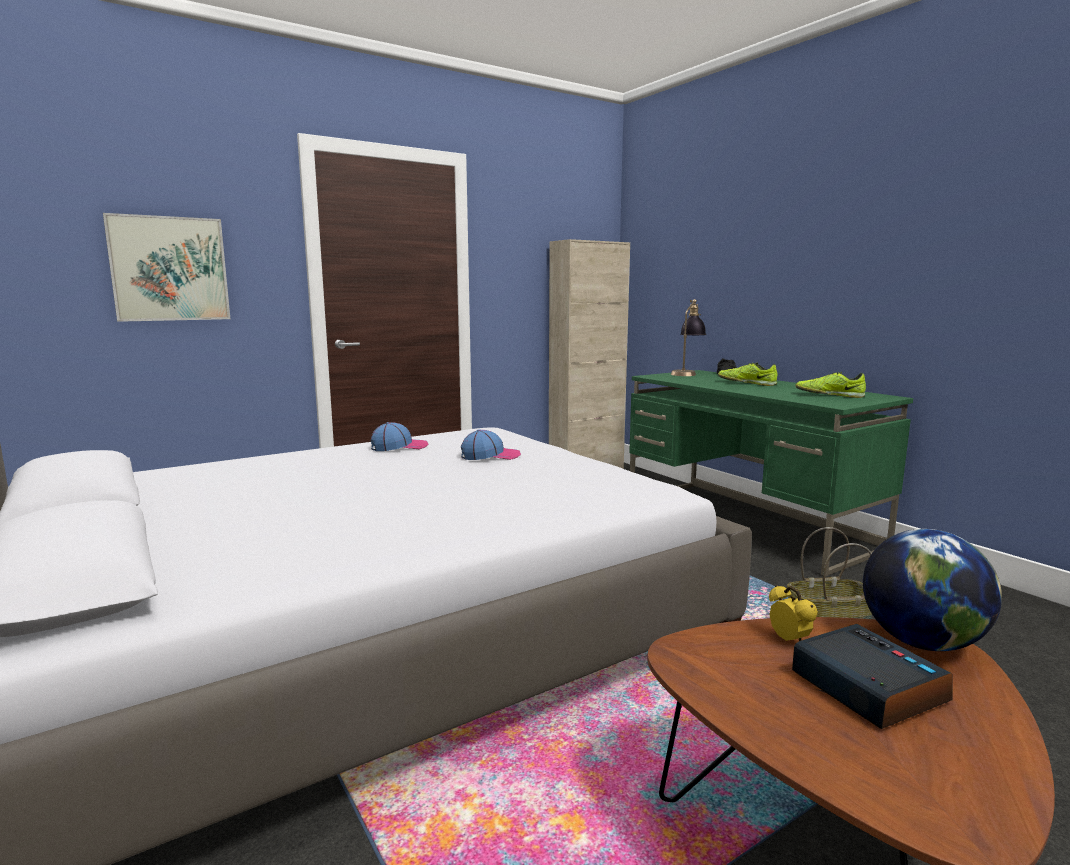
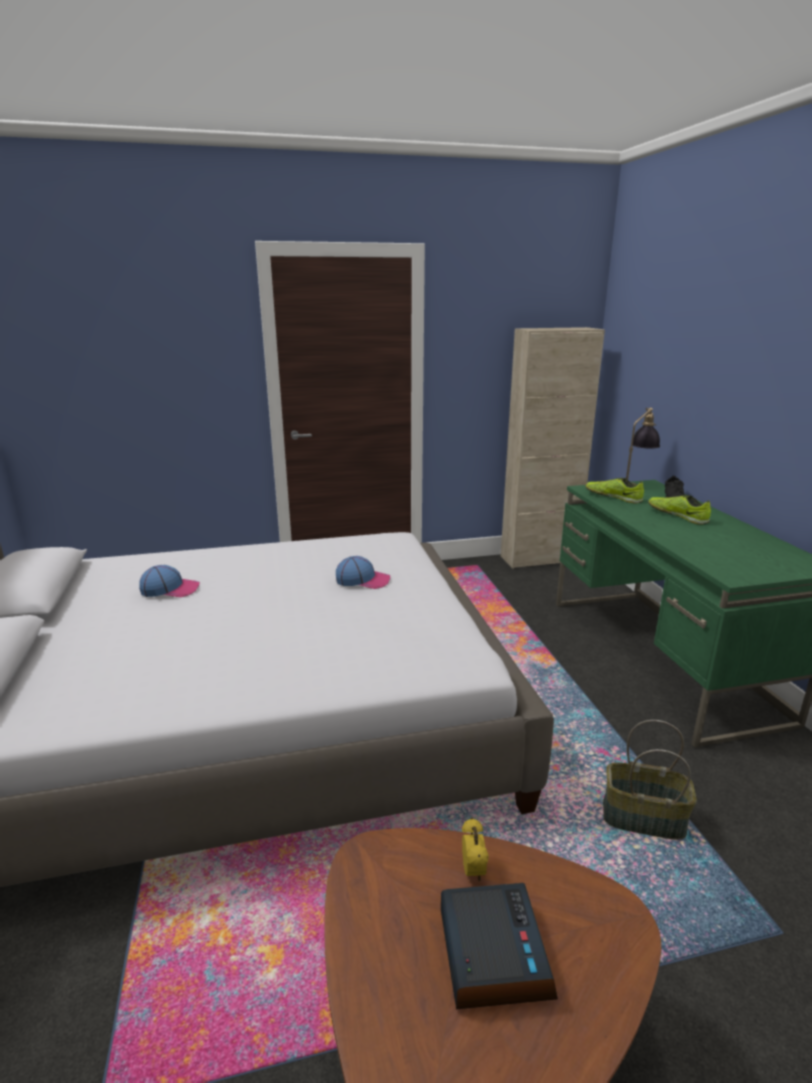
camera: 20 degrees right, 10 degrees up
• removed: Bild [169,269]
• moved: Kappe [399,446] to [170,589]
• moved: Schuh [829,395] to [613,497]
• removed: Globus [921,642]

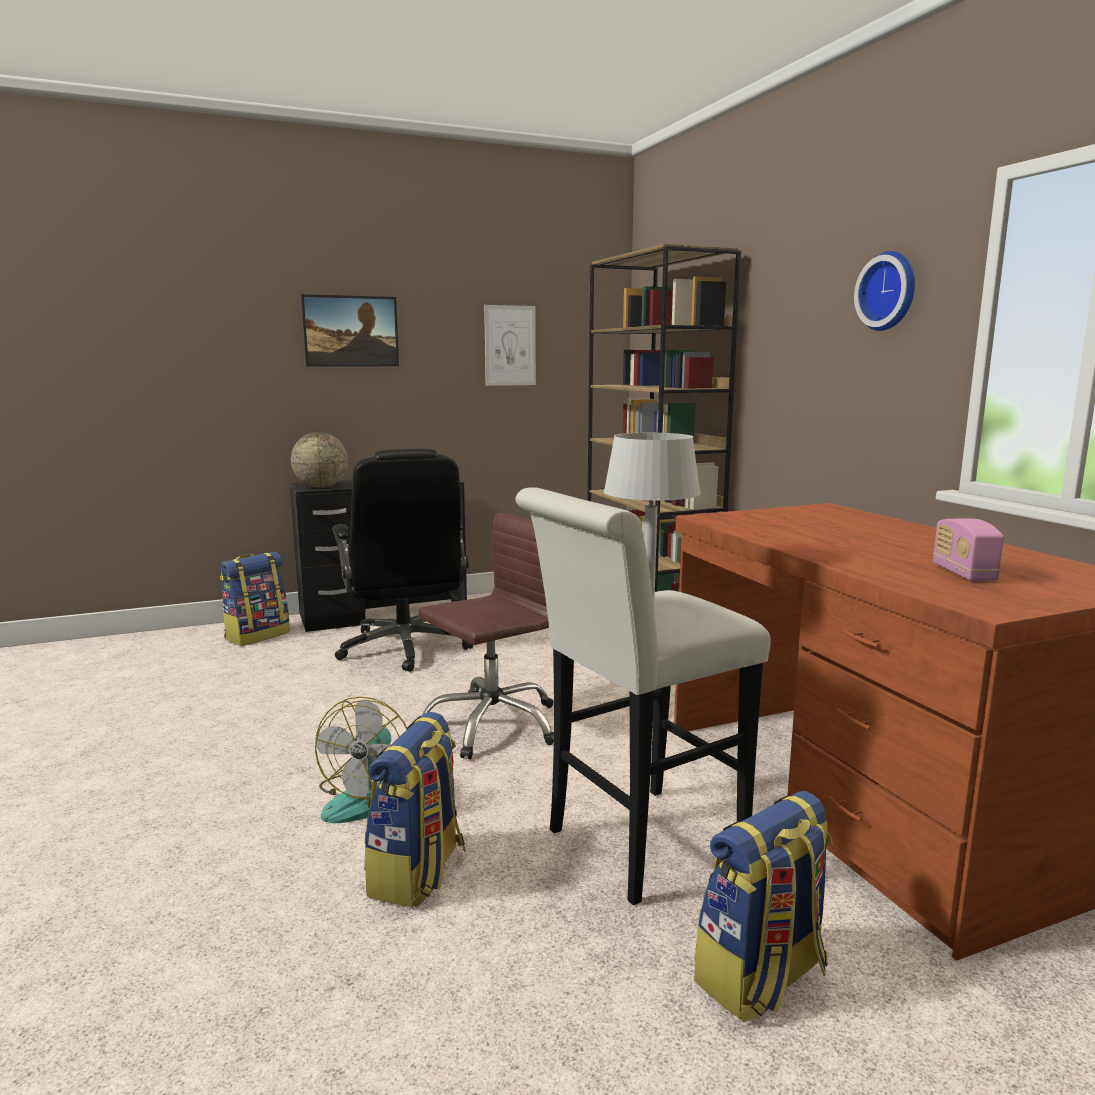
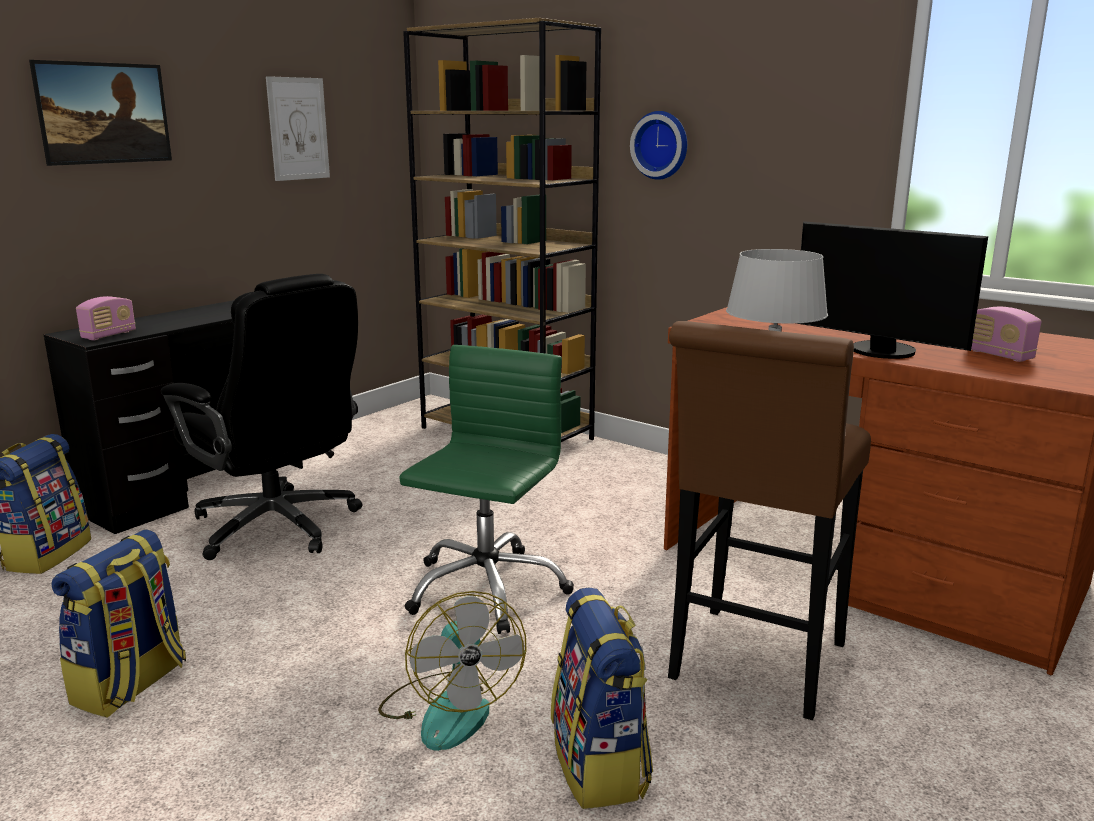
camera: 30 degrees left, 5 degrees up
• replaced: Globus [321,487] to Radio [109,335]
• recoloured: Bürostuhl (braun) [492,724] to Bürostuhl (grün) [486,589]
• recoloured: Hocker (weiß) [634,846] to Hocker (braun) [753,668]
• moved: Rucksack [761,978] to [131,685]
• moved: Wanduhr [889,291] to [661,145]
• added: Monitor [880,352]

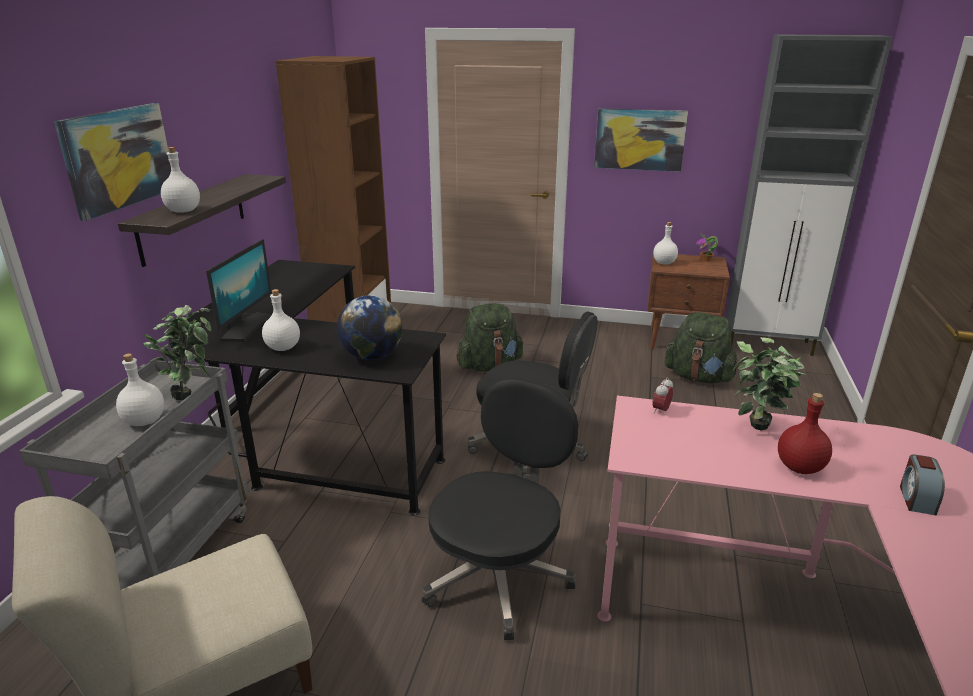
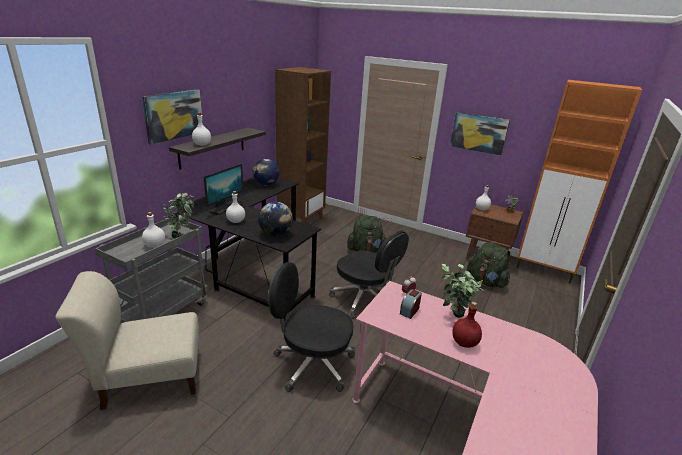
camera: 15 degrees right, 0 degrees up
• turned: Bürostuhl (schwarz) [499,575] = [312,364] 120 degrees counterclockwise
• recoloured: Schrank (grau) [769,345] to Schrank (orange) [544,271]
• moved: Wecker [916,499] to [409,311]
• added: Globus [266,184]

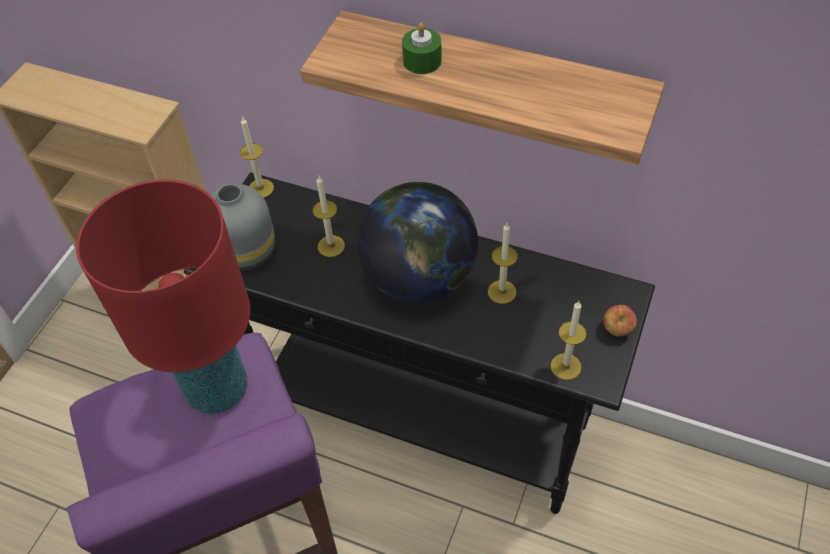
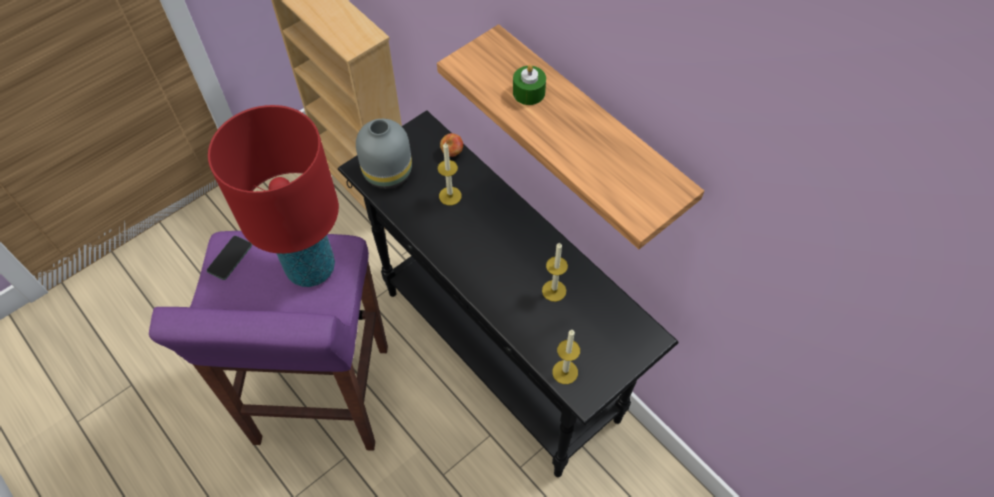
camera: 25 degrees right, 5 degrees up
• removed: Kerze [261,188]
• removed: Globus [419,277]
• moved: Apfel [617,329] to [452,152]
• added: Handy [230,258]

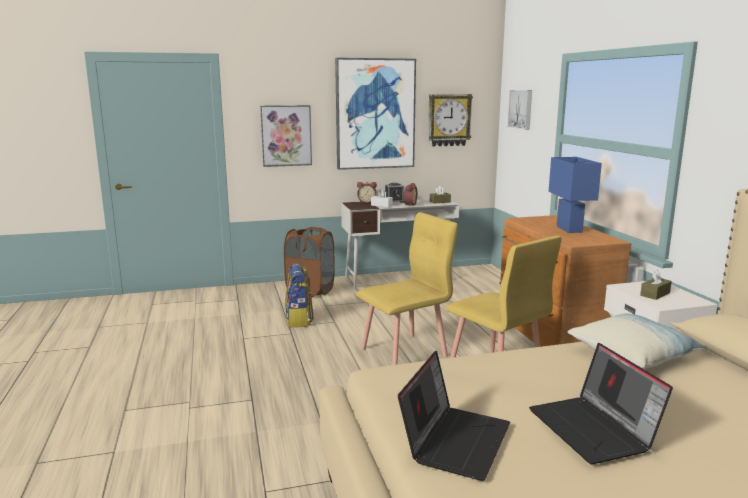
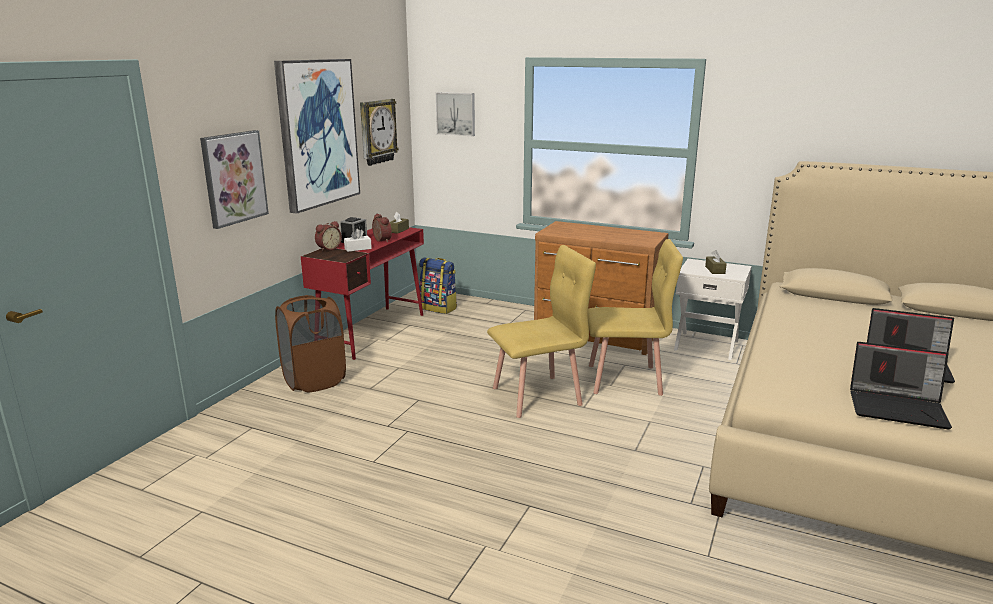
camera: 50 degrees left, 5 degrees up
• moved: Rucksack [299,320] to [439,308]
• recoloured: Schreibtisch (weiß) [399,278] to Schreibtisch (rot) [372,331]
• turned: Stuhl (gelb) [405,352] = [537,396] 60 degrees clockwise
• turned: Laptop [455,440] = [898,407] 135 degrees clockwise
• removed: Tischlampe (blau) [569,229]
• removed: Kissen [633,355]

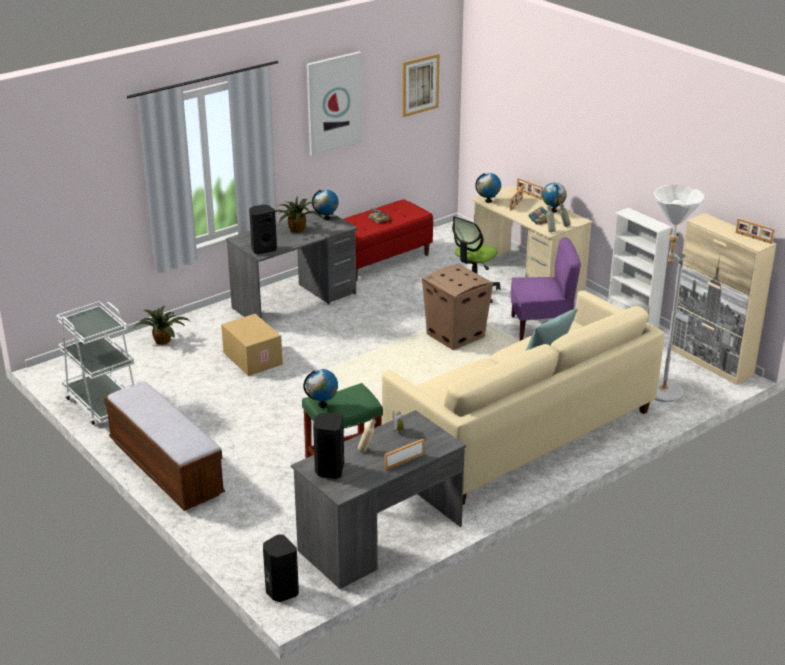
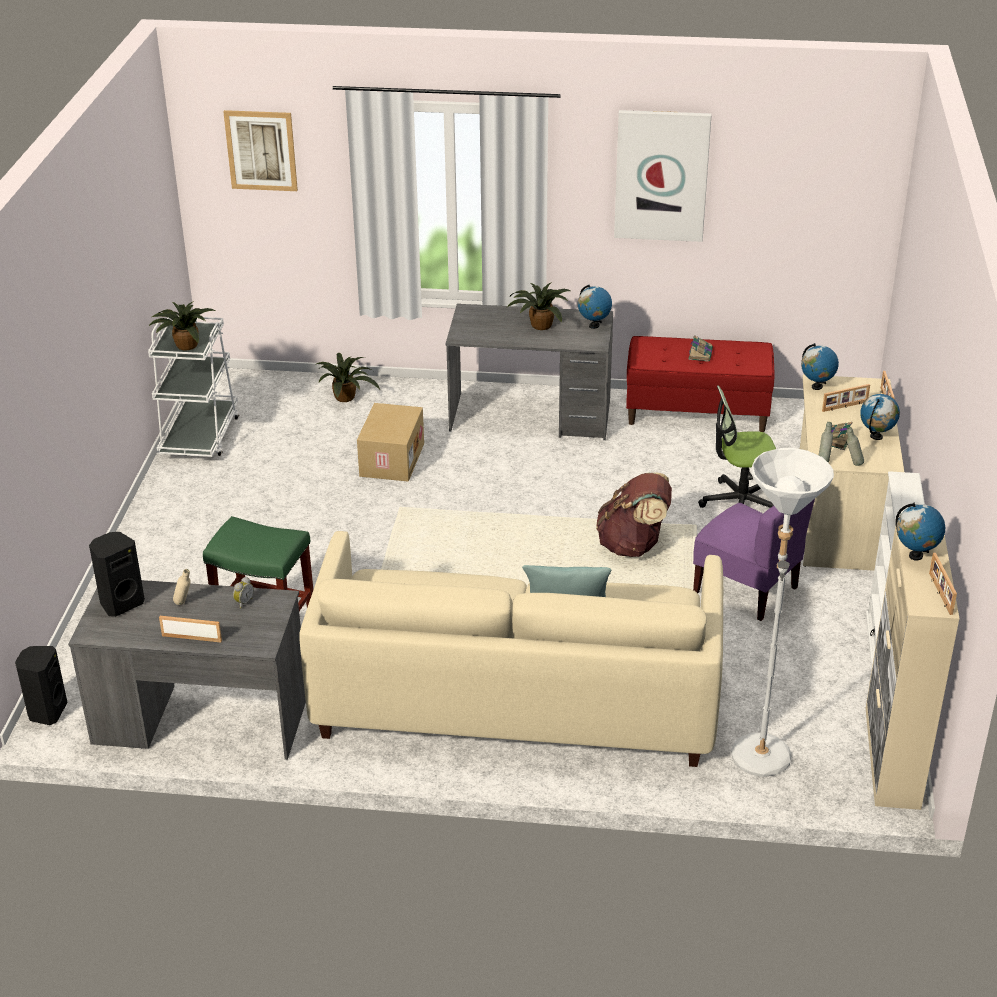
camera: 45 degrees right, 5 degrees up
• removed: Bank [165,468]
• removed: Lautsprecher (schwarz) [263,249]
• moved: Globus [322,405] to [915,556]
• moved: Bild [420,85] to [261,150]
• replaced: Karton [456,335] to Rucksack (braun) [633,545]
• added: Topfpflanze [185,345]

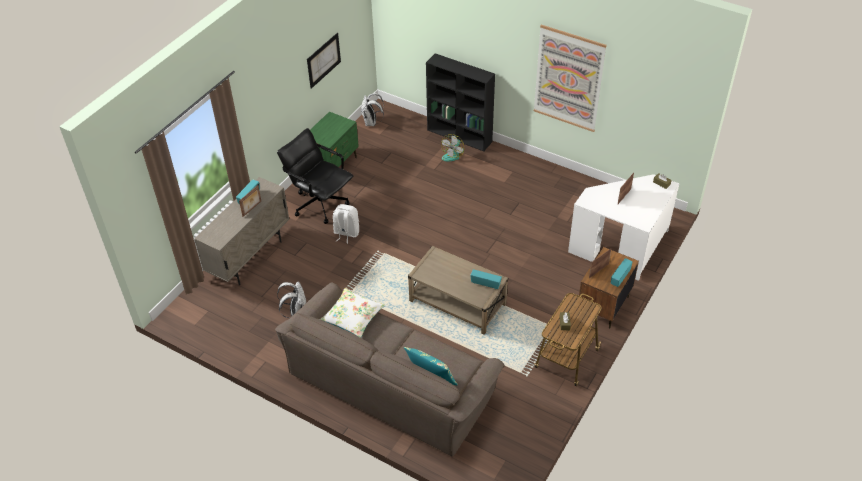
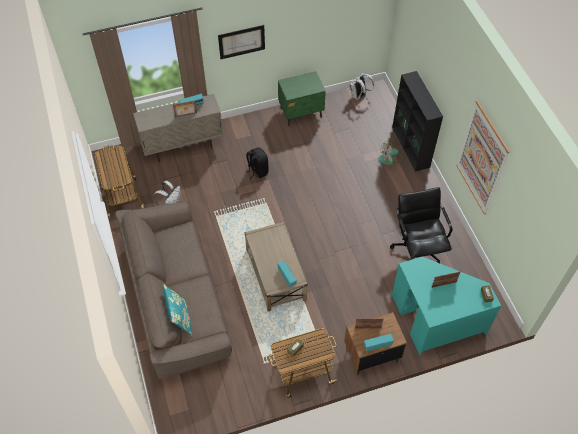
camera: 40 degrees right, 10 degrees up
• moved: Bürostuhl (schwarz) [320,204] to [417,249]
• moved: Bild [323,60] to [241,42]
• removed: Kissen (weiß) [353,317]
• recoloured: Rucksack (weiß) [346,233] to Rucksack (schwarz) [257,170]
• recoloured: Schreibtisch (weiß) [622,247] to Schreibtisch (türkis) [436,320]
• added: Rollwagen [122,196]

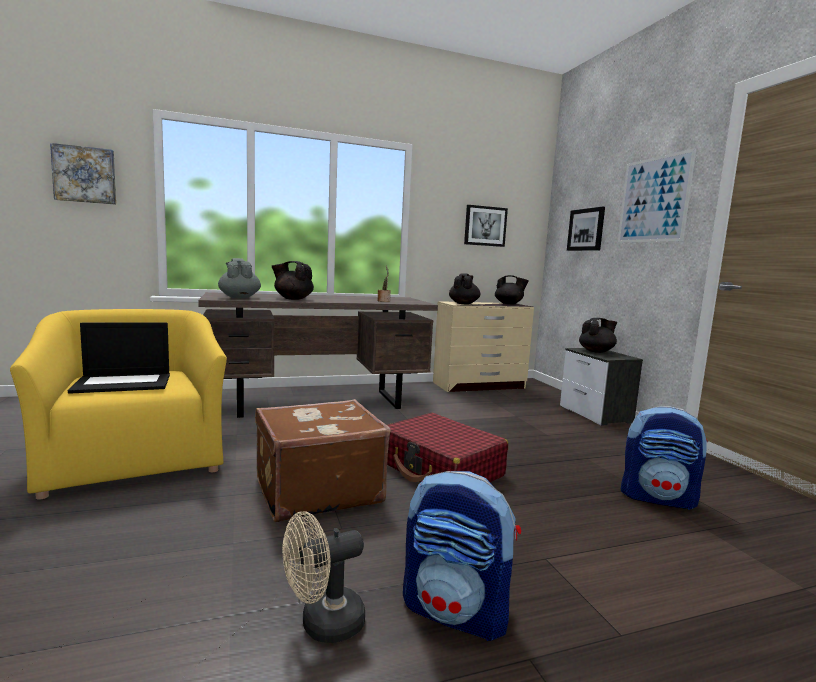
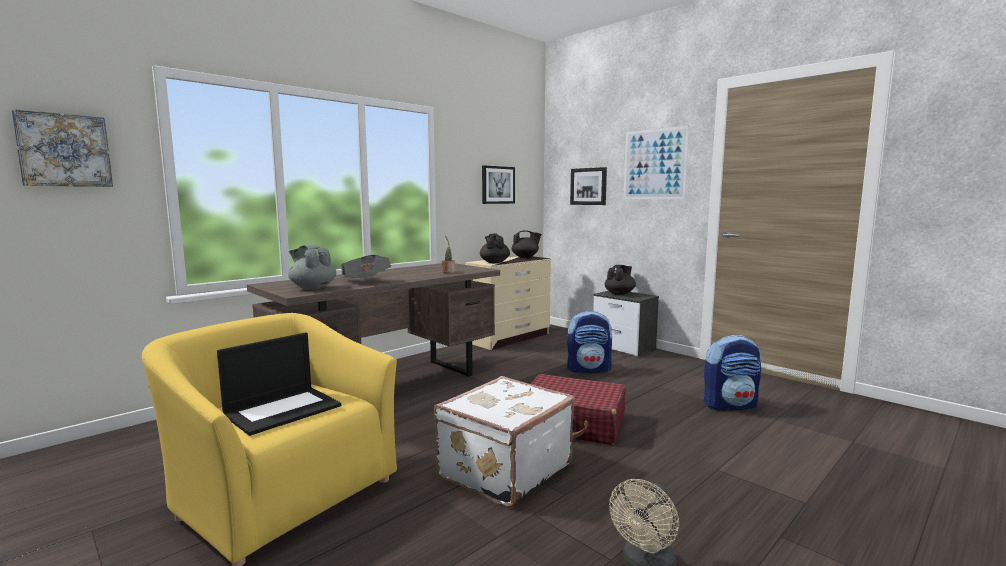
camera: 25 degrees left, 0 degrees up
• recoloured: Koffer (braun) [316,490] to Koffer (weiß) [502,469]
• replaced: Teekanne (schwarz) [293,299] to Zeitung [366,281]
• moved: Rucksack [456,611] to [589,369]

